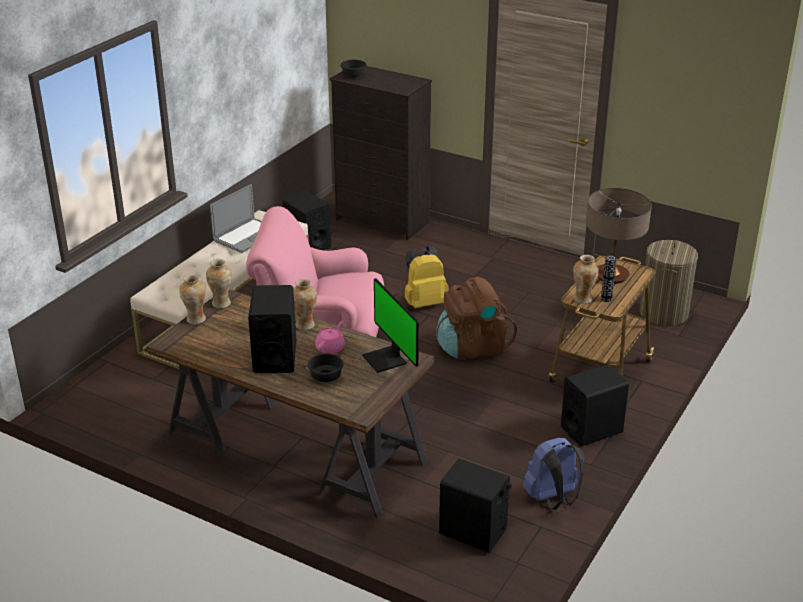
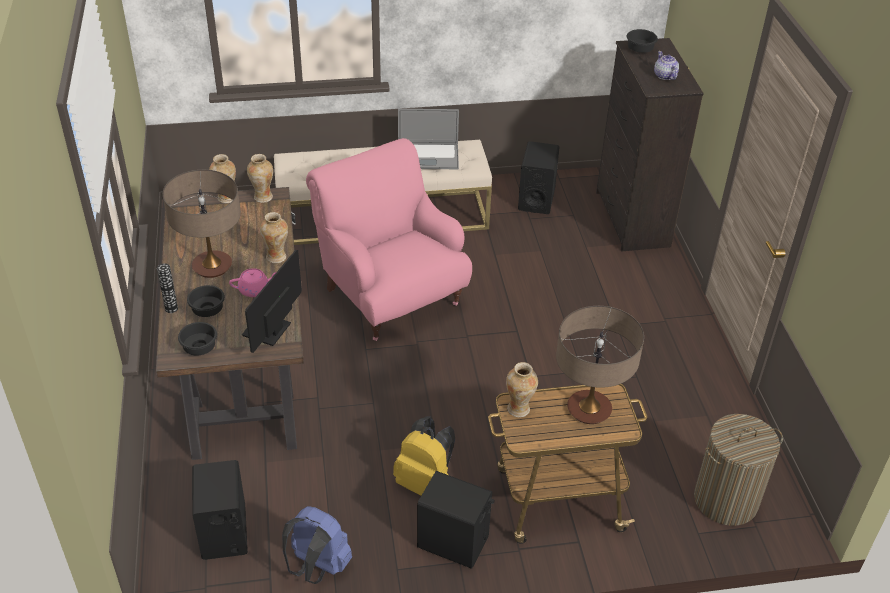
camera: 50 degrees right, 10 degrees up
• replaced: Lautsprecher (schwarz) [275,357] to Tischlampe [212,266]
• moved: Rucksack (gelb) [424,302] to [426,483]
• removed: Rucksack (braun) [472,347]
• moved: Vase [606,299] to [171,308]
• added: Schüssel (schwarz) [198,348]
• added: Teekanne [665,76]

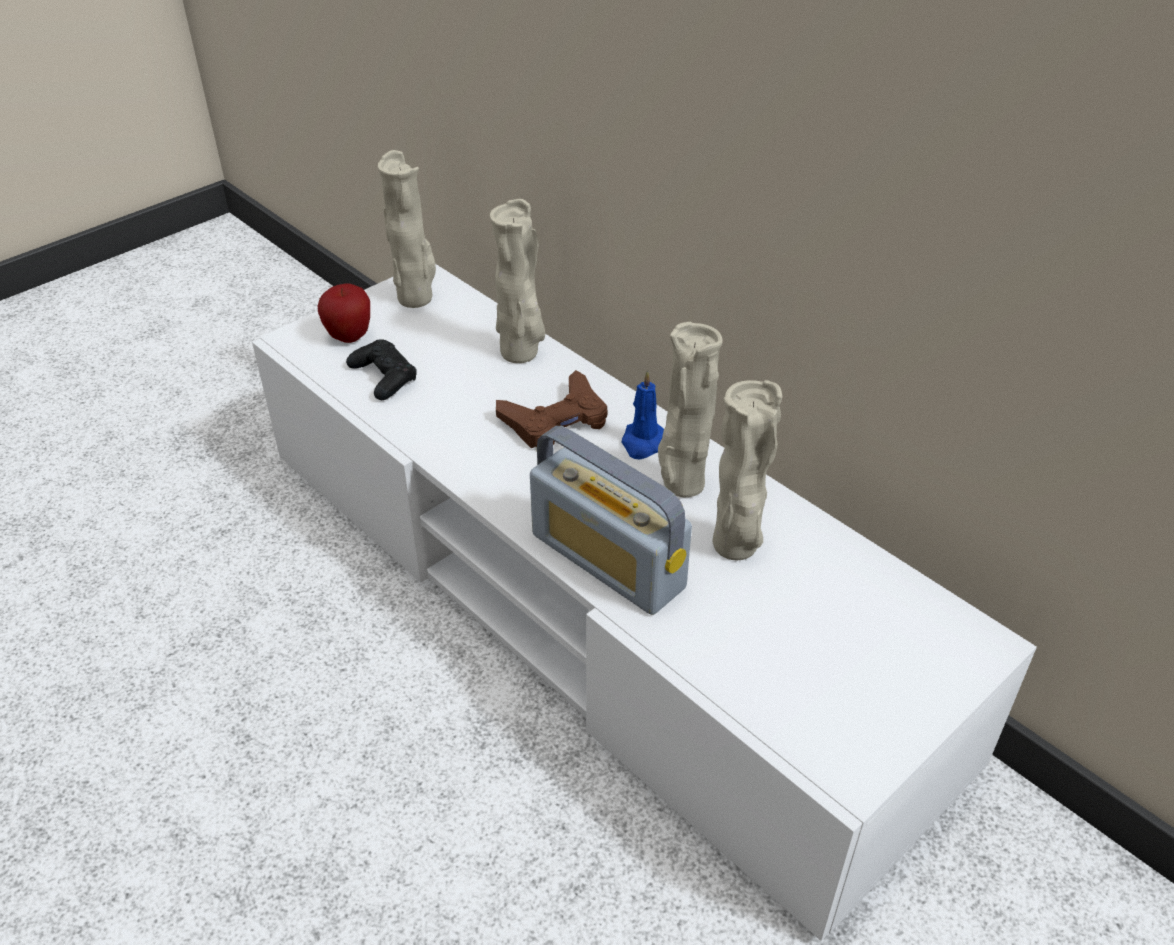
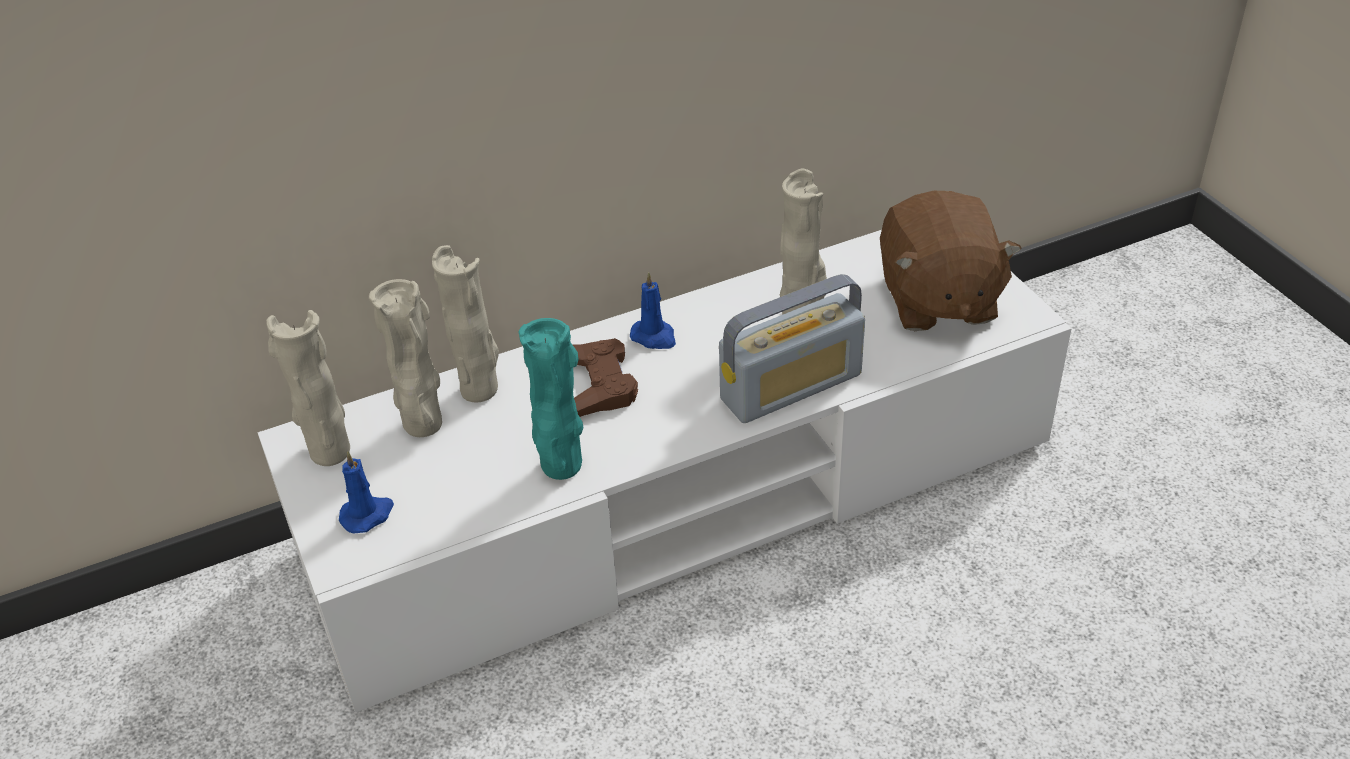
camera: 70 degrees left, 0 degrees up
• replaced: Apfel [349,337] to Kerze (blau) [367,515]
• removed: Gamepad (schwarz) [384,377]
• moved: Vase (beige) [682,485] to [424,426]
• added: Vase (türkis) [561,468]
• added: Plüschtier (braun) [937,300]

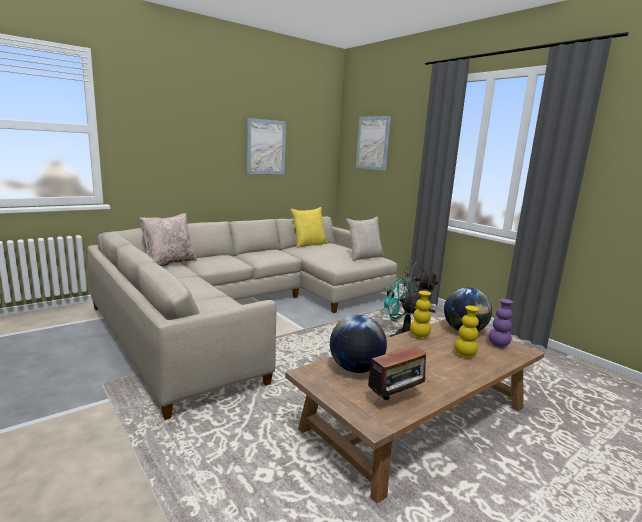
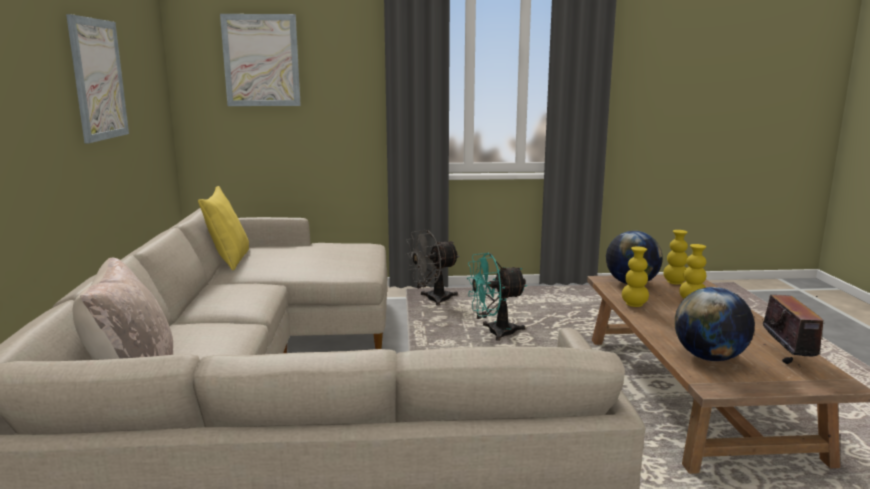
camera: 55 degrees left, 0 degrees up
• removed: Kissen (beige) [364,257]
• recoloured: Vase (lila) [498,345] to Vase (gelb) [674,282]

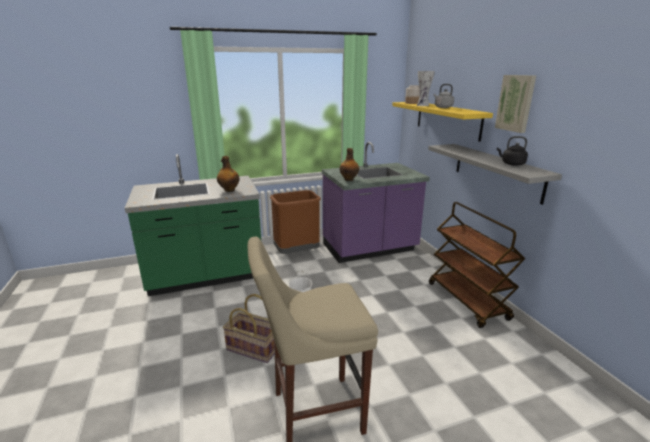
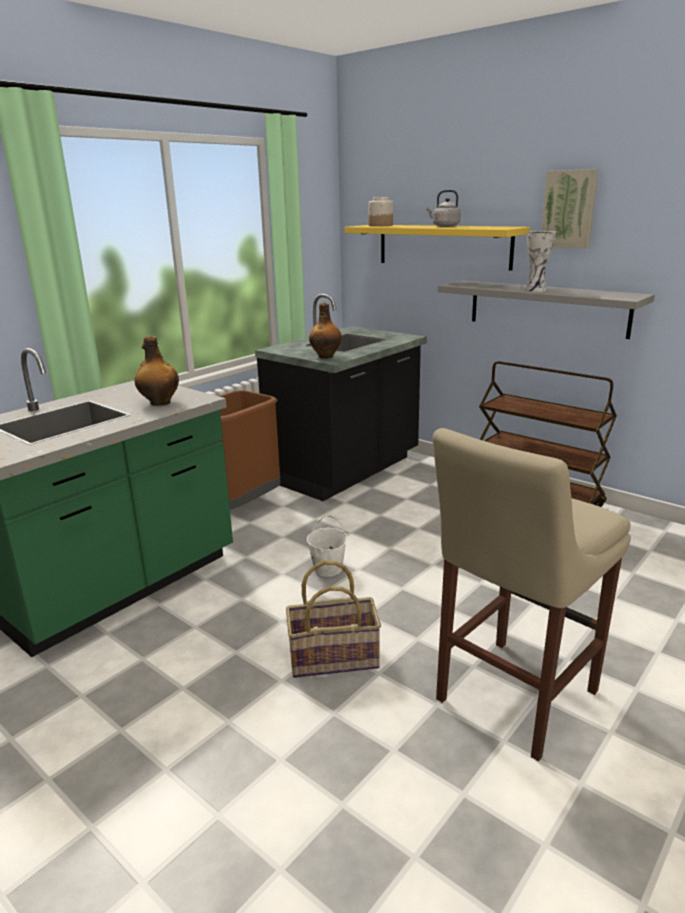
camera: 30 degrees left, 0 degrees up
• recoloured: Küchenzeile (lila) [370,249] to Küchenzeile (schwarz) [346,470]
• moved: Vase [423,105] to [537,290]
• removed: Wasserkessel (schwarz) [511,164]

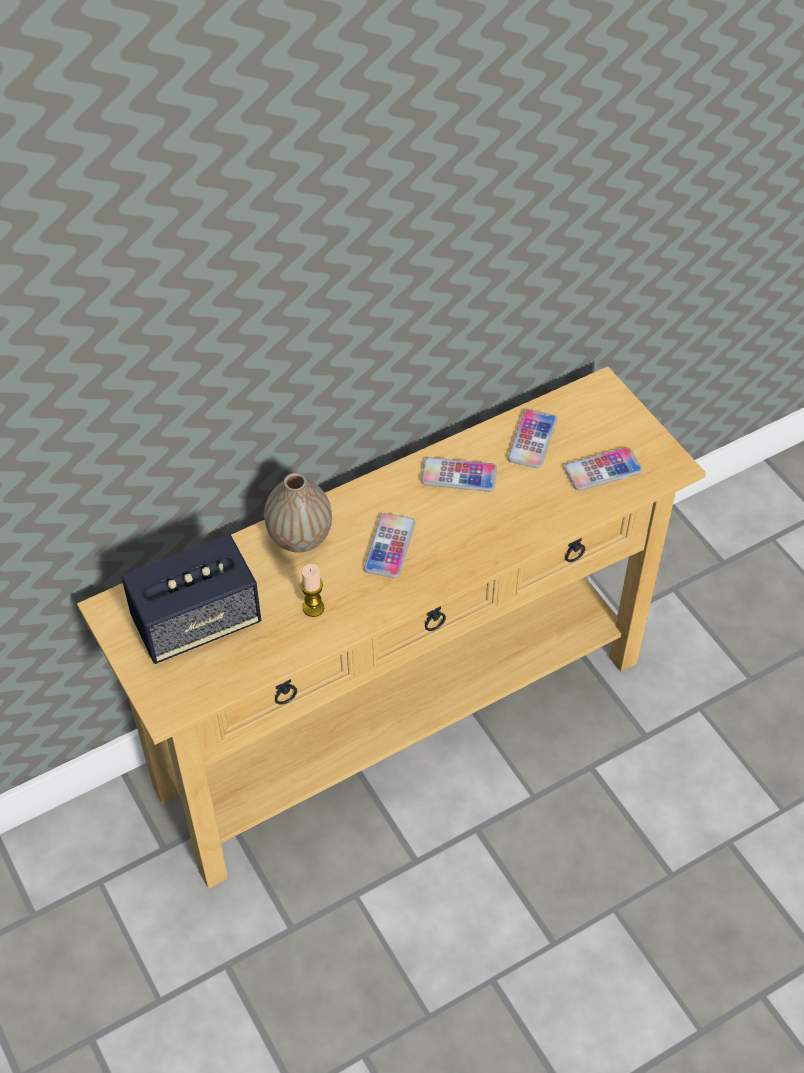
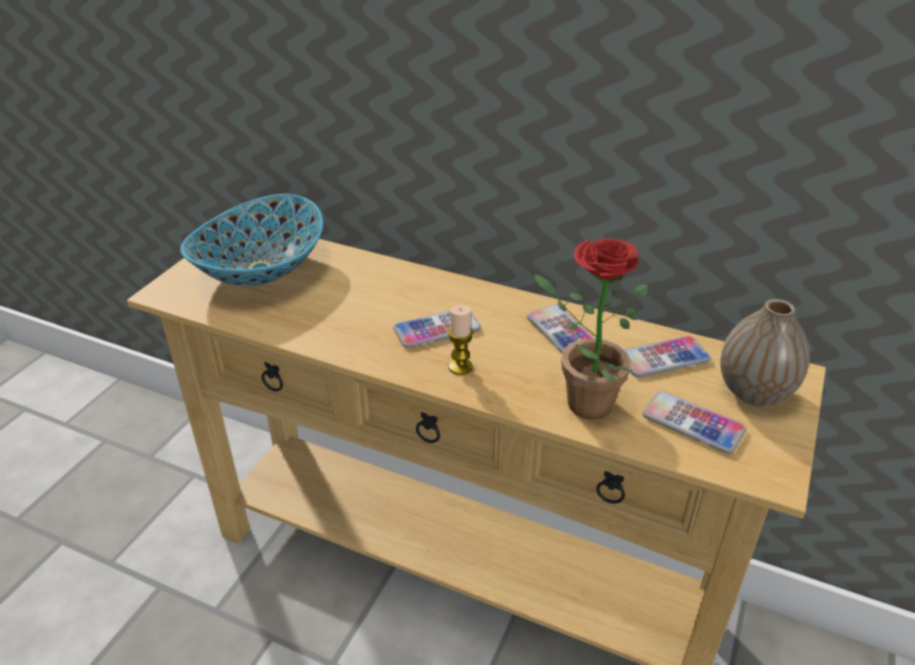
camera: 55 degrees right, 15 degrees down
• replaced: Lautsprecher [196,622] to Schüssel [262,270]
• moved: Vase [300,537] to [754,392]
• moved: Kerze [313,608] to [460,367]
• added: Topfpflanze [579,401]

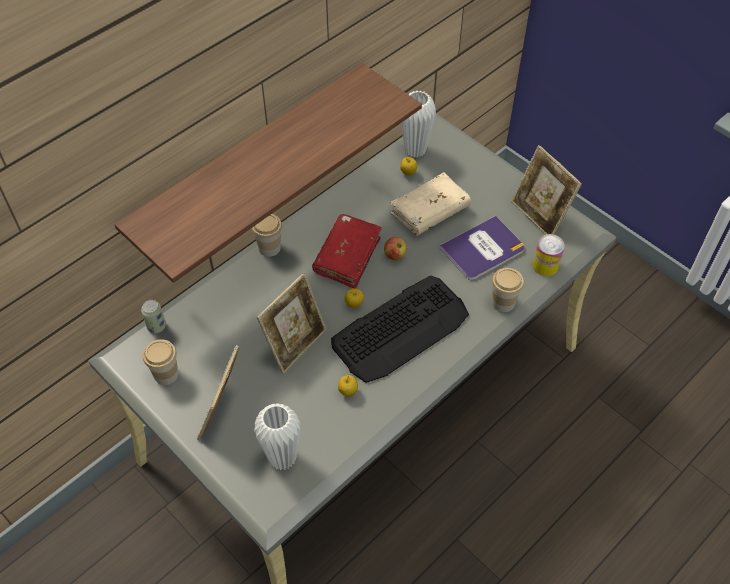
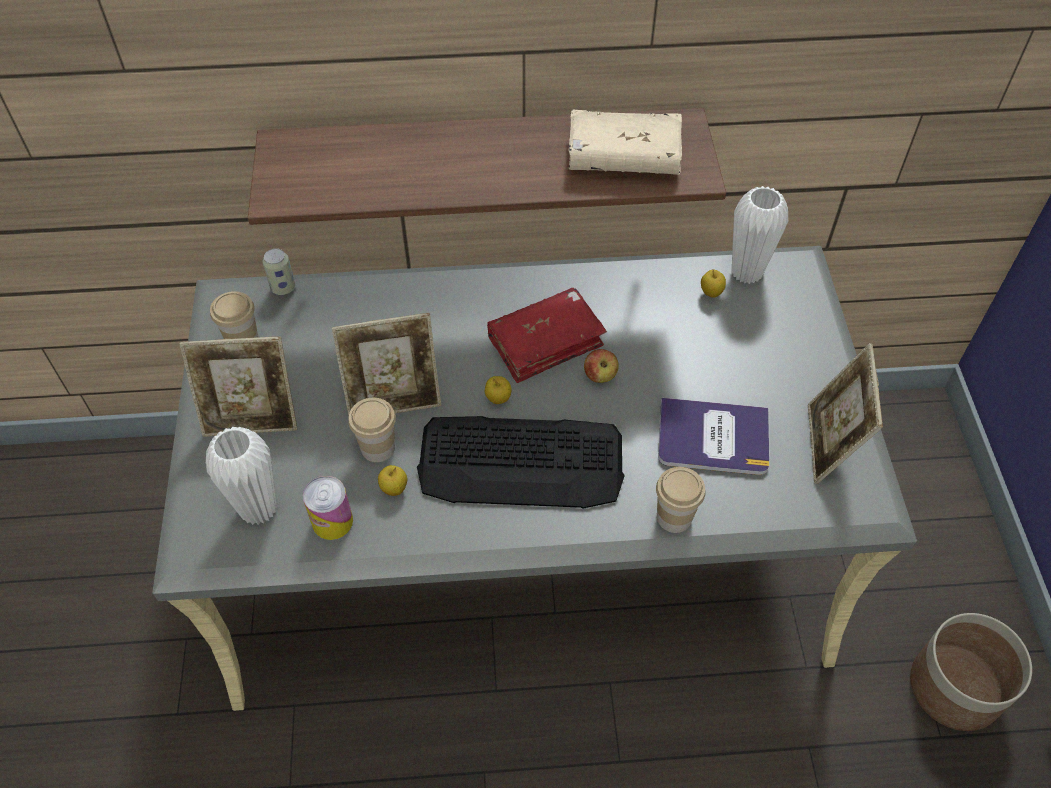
camera: 40 degrees right, 0 degrees up
• turned: Bilderrahmen [222,413] = [252,418] 150 degrees counterclockwise
• moved: Tasse [269,248] to [378,448]
• moved: Buch (beige) [430,211] to [623,157]
• moved: Dose [545,265] to [332,521]
• added: Pflanzkübel [955,688]

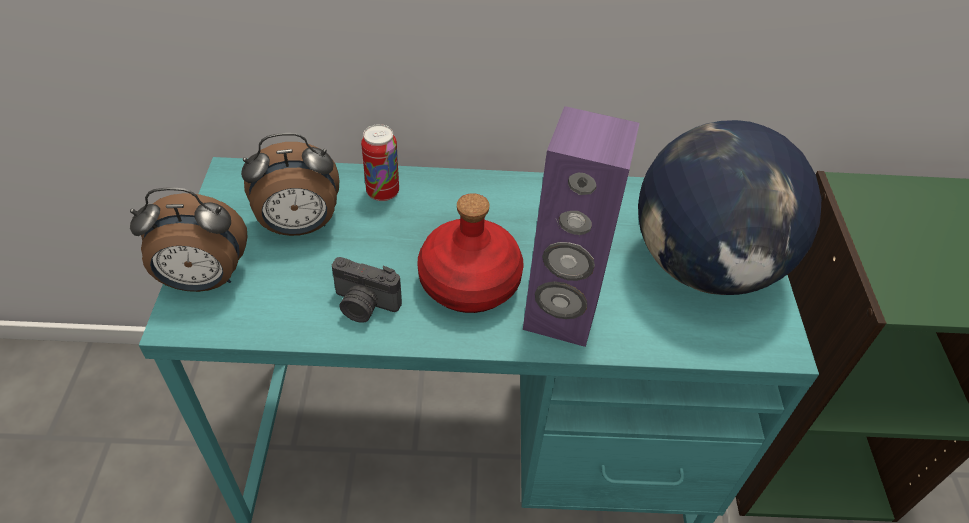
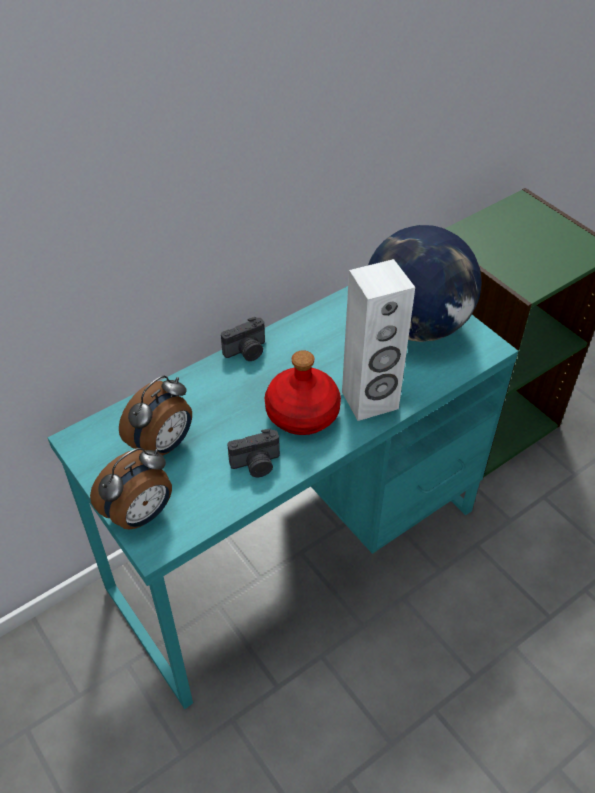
camera: 35 degrees left, 0 degrees up
• removed: Dose [383,192]
• recoloured: Lautsprecher (lila) [560,316] to Lautsprecher (weiß) [370,401]
• added: Kamera [247,352]

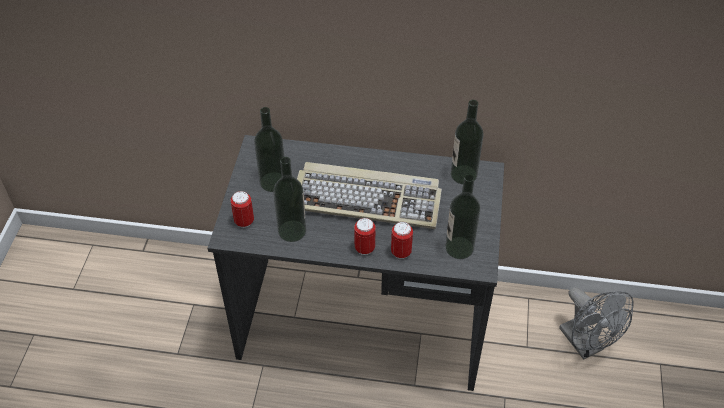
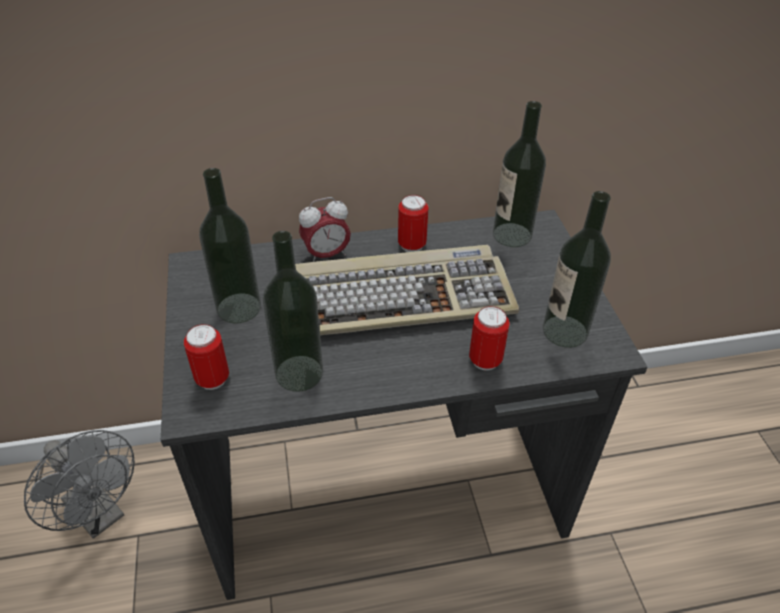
camera: 20 degrees left, 5 degrees down
• moved: Dose [364,248] to [411,245]
• moved: Ventilator (grau) [585,345] to [100,515]
• added: Wecker [326,255]

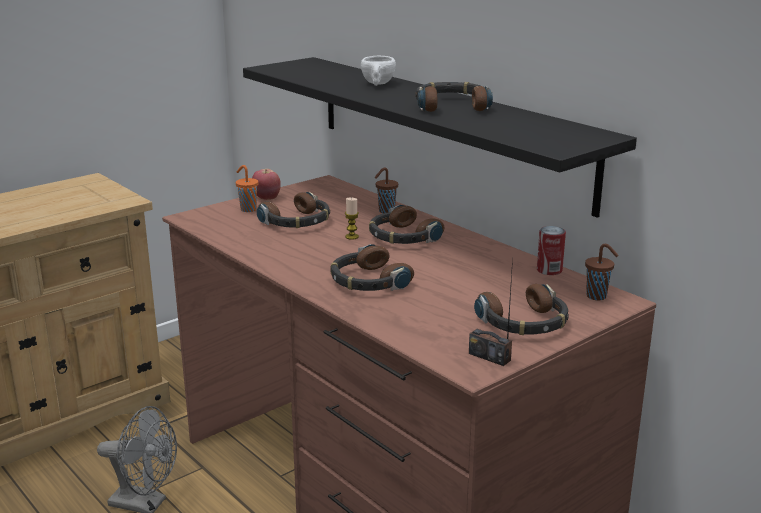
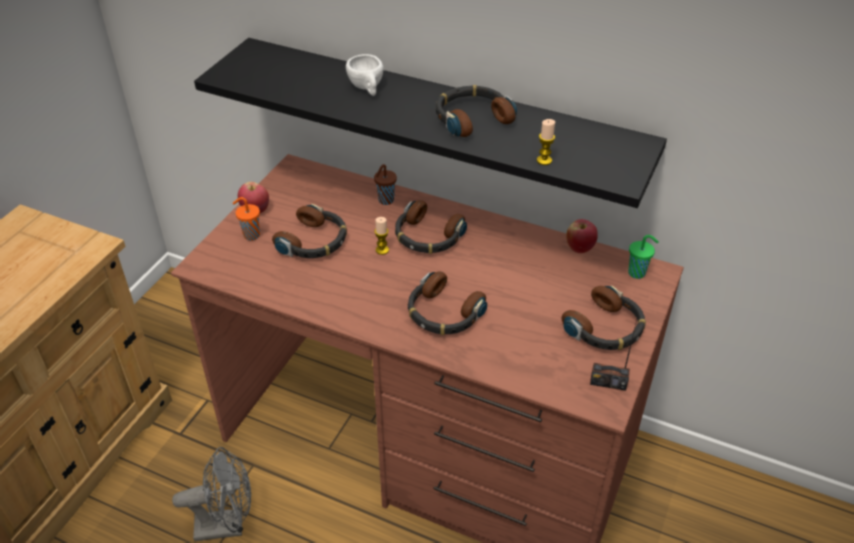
camera: 25 degrees left, 20 degrees up
• replaced: Dose [549,270] to Apfel [579,248]
• recoloured: Tasse (braun) [597,296] to Tasse (grün) [637,273]
• added: Kerze [544,160]

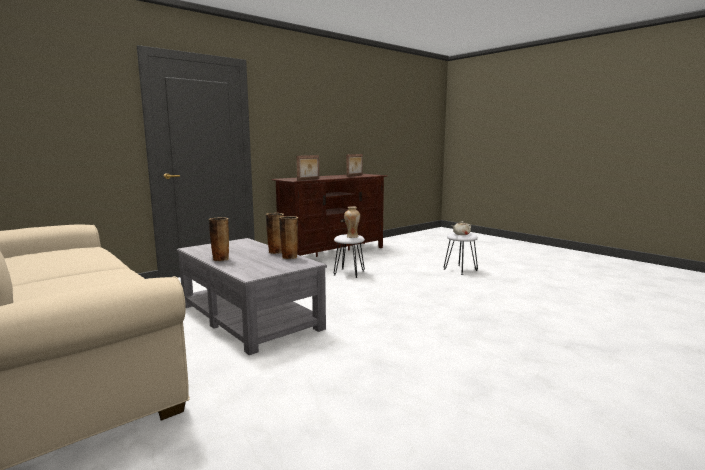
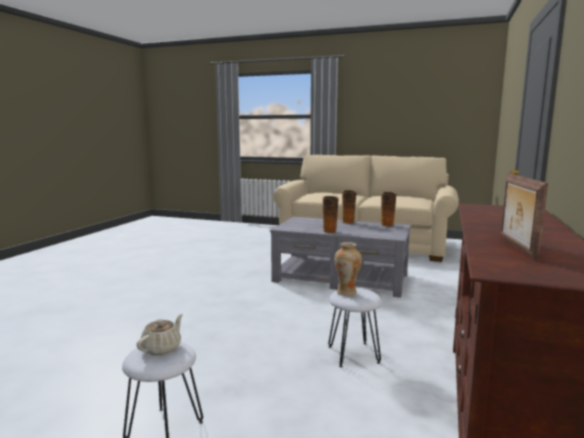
camera: 150 degrees right, 0 degrees up
• moved: Vase [289,257] to [387,225]
• removed: Bilderrahmen [308,179]

